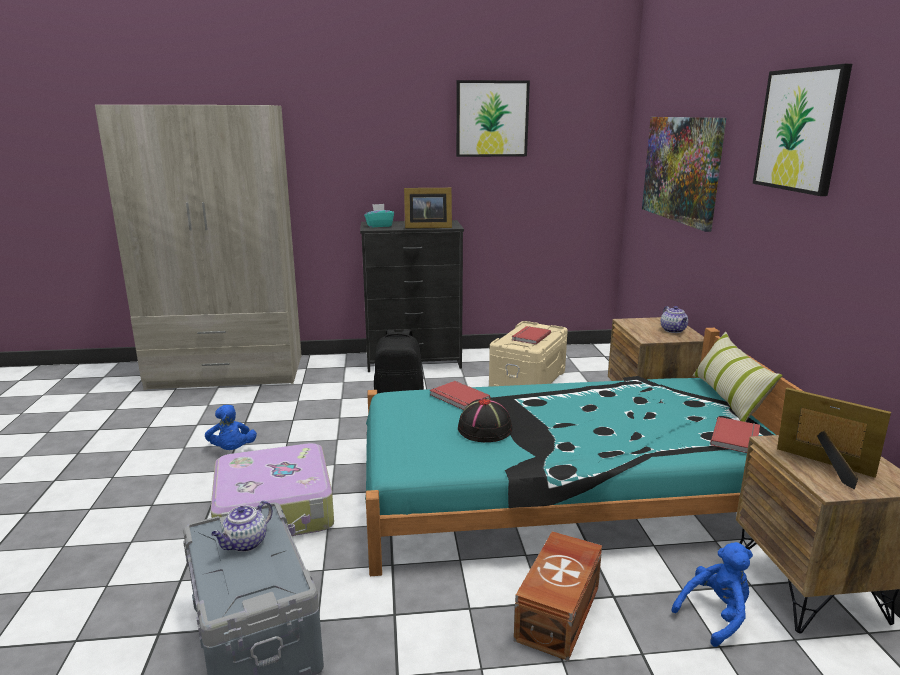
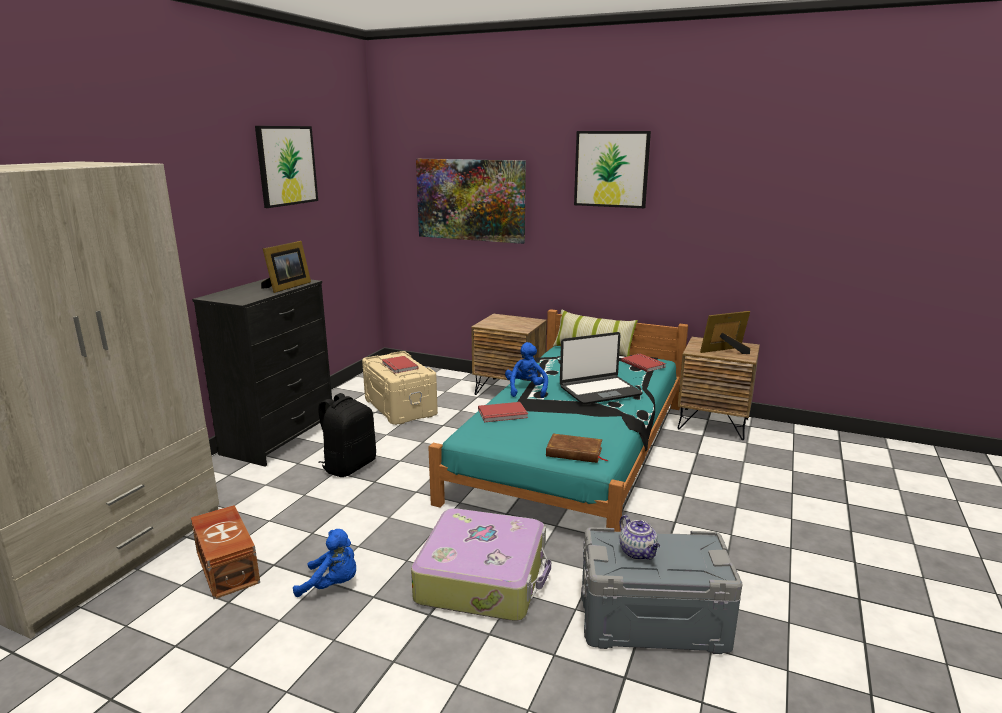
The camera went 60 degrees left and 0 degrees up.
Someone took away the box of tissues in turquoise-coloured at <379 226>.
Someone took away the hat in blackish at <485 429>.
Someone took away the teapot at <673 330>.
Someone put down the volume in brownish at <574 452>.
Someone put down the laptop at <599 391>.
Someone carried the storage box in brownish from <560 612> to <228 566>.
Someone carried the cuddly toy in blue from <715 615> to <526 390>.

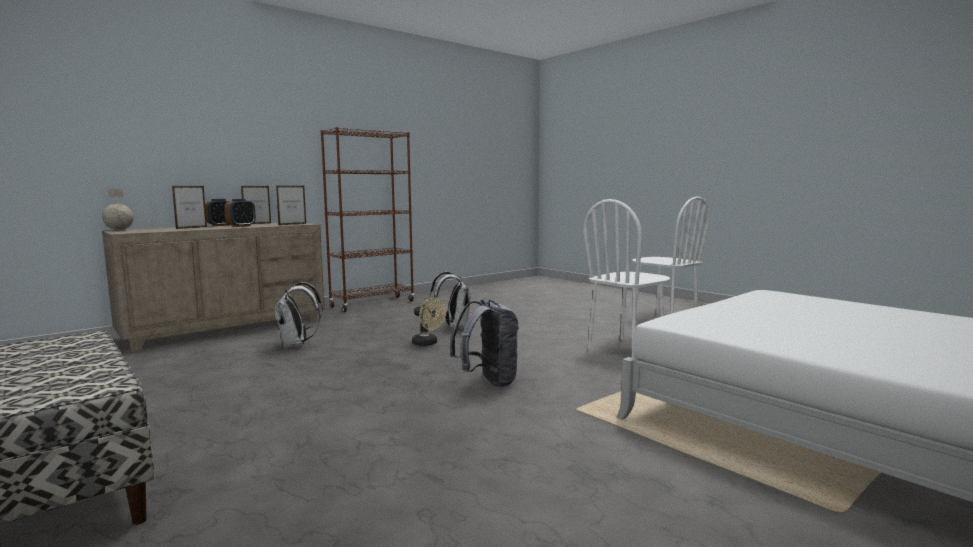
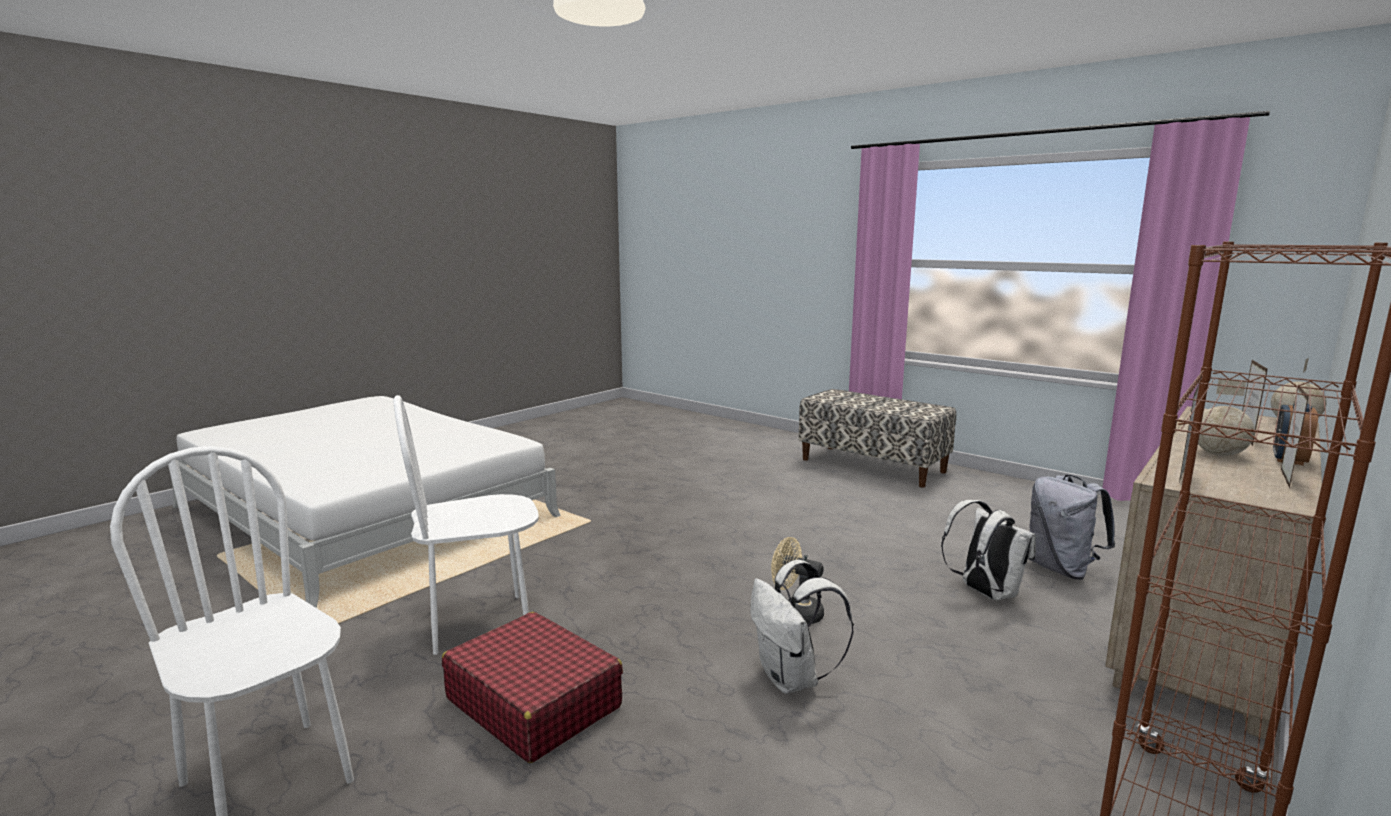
The camera went 170 degrees right and 5 degrees up.
Someone put down the piece of luggage in red at <533 702>.
Someone carried the knapsack in grey from <488 382> to <1061 569>.
Someone swapped the alarm clock at <241 226> for the world globe at <1219 454>.
Someone rotated the plain chair in white at <626 349> by 150 degrees counterclockwise.

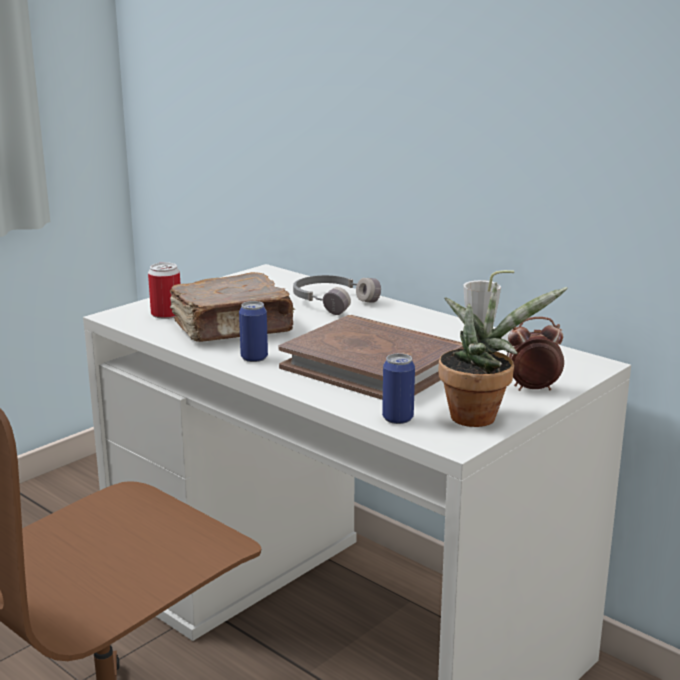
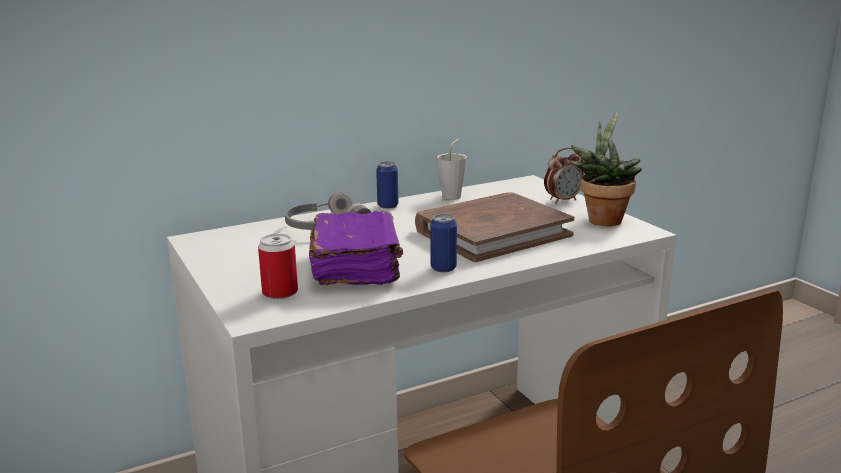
The camera went 70 degrees left and 0 degrees up.
Someone carried the metal can from <397 418> to <387 206>.
Someone repainted the volume in brownish at <234 328>, which became the volume in purple-coloured at <357 268>.
Someone rotated the alarm clock at <532 389> by 135 degrees counterclockwise.

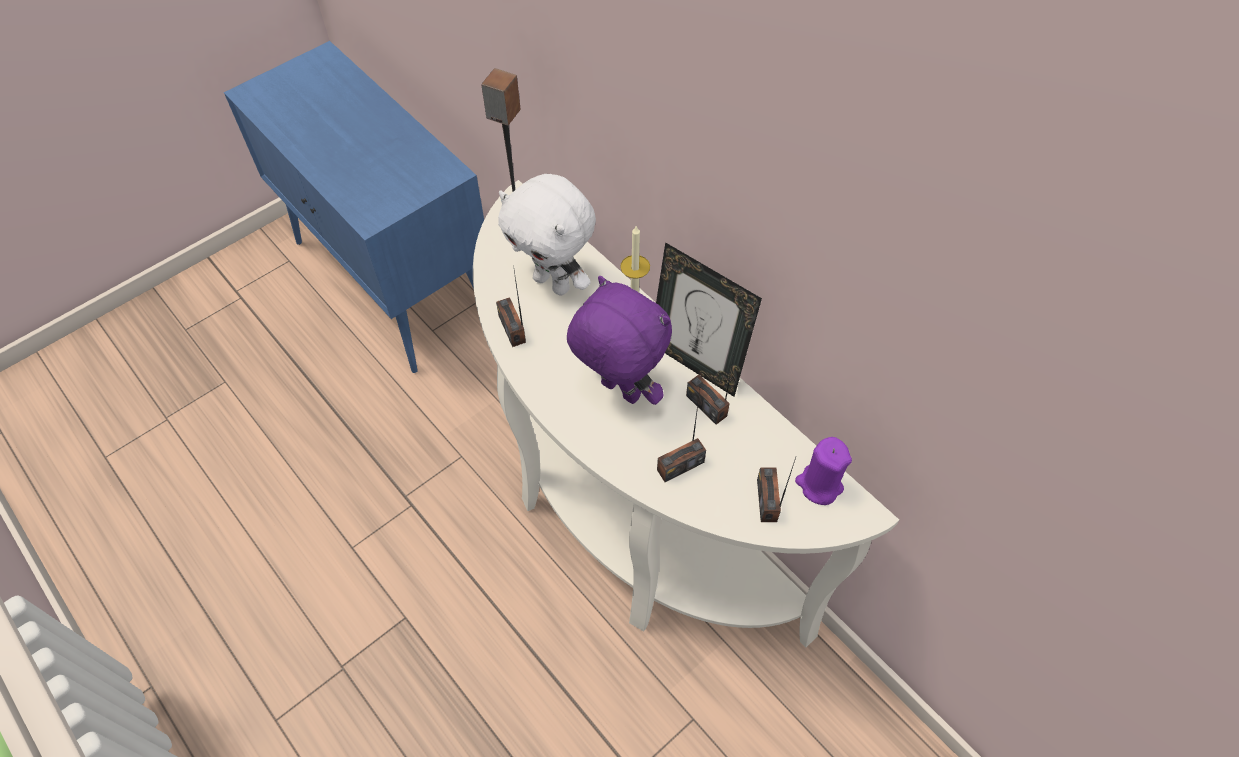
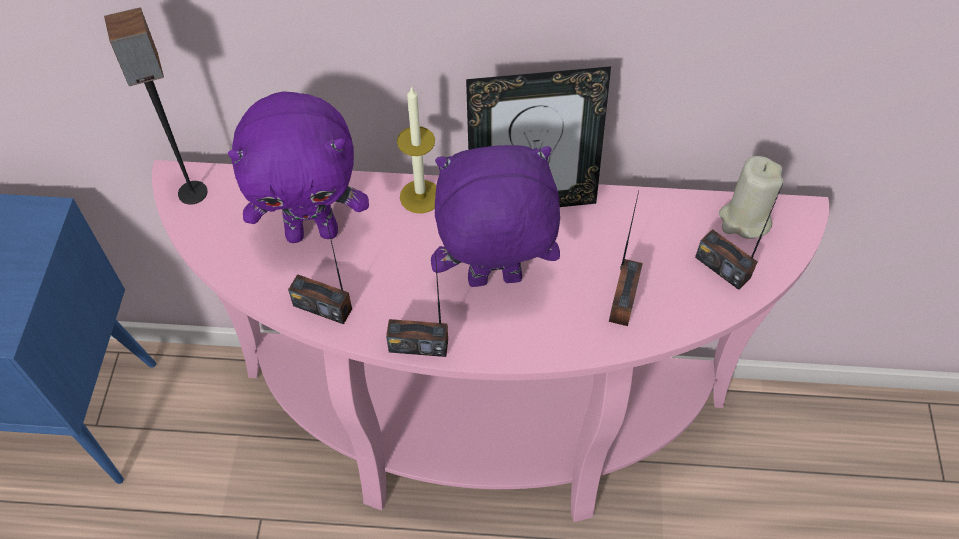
The camera went 45 degrees left and 0 degrees up.
Someone carried the radio from <706 405> to <418 345>.
Someone repainted the hall table in white at <627 522>, which became the hall table in pinkish at <480 437>.
Someone repainted the cuddly toy in white at <553 283>, which became the cuddly toy in purple-coloured at <313 231>.
Someone repainted the candle in purple-coloured at <819 485>, which became the candle in beige-coloured at <744 220>.

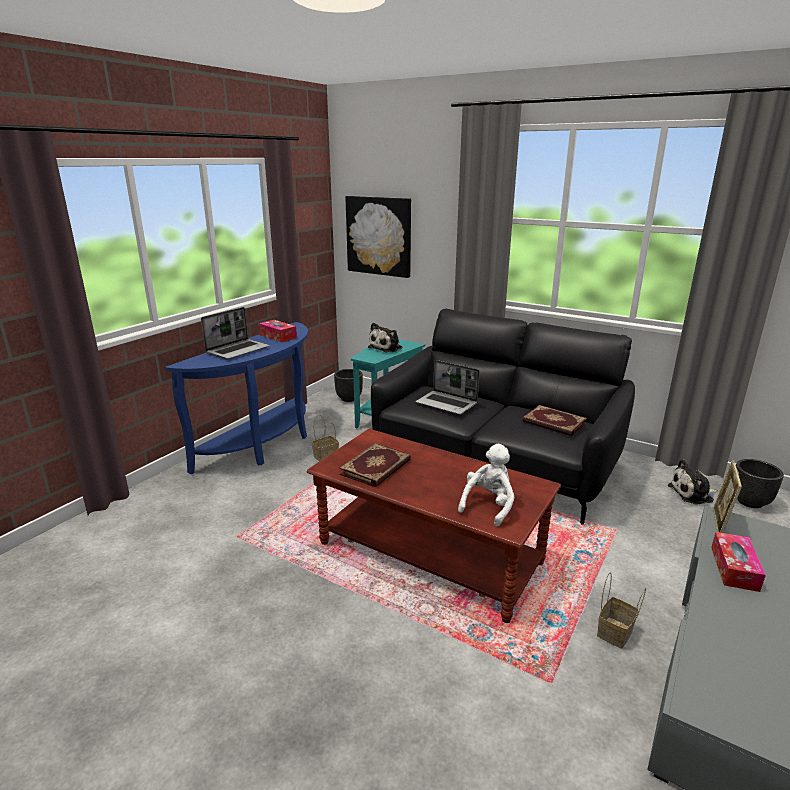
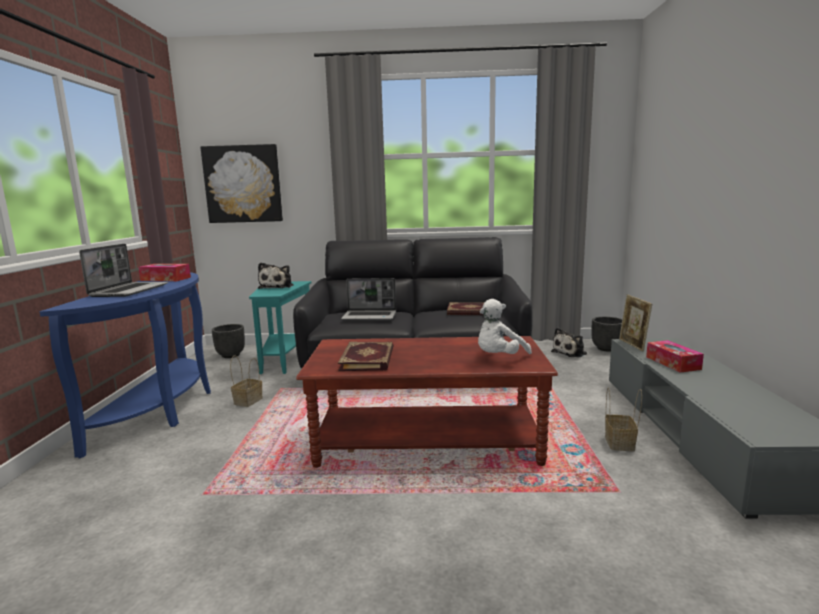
The camera went 30 degrees left and 10 degrees down.
Someone rotated the cuddly toy in white at <488 505> by 135 degrees counterclockwise.

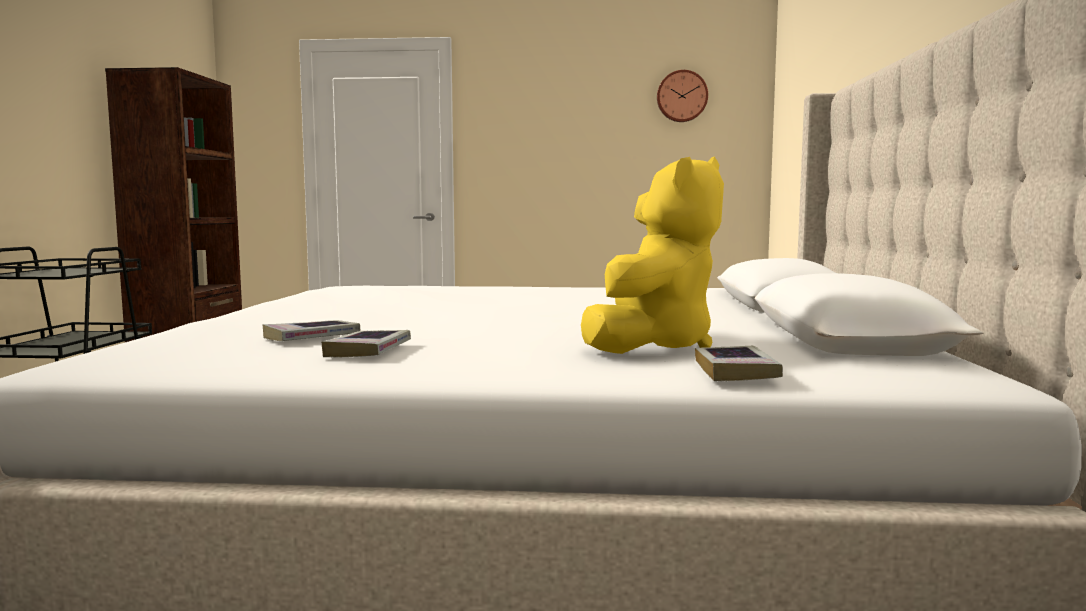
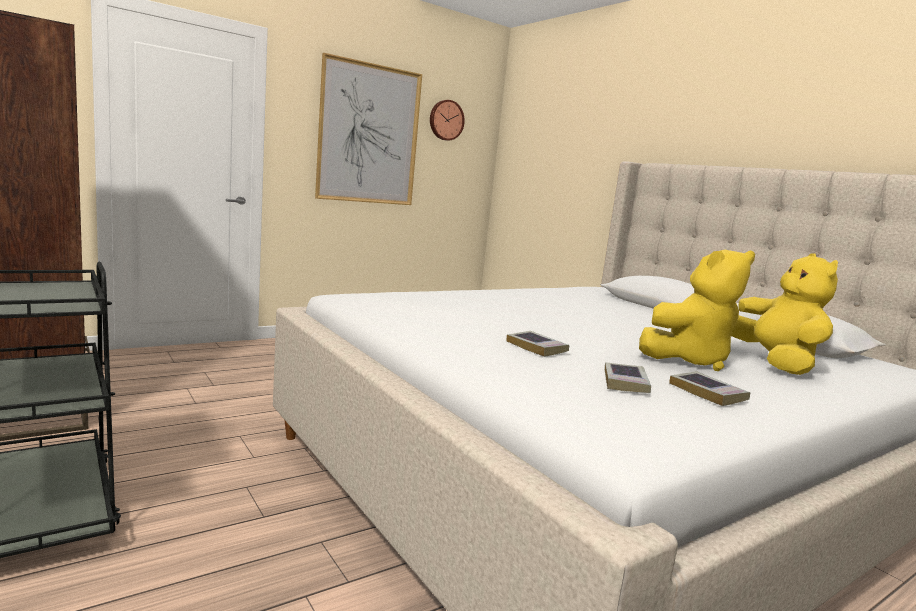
The camera went 40 degrees left and 5 degrees up.
Someone put up the wall art at <369 134>.
Someone put down the cuddly toy in yellow-coloured at <689 360>.
Someone carried the volume from <735 371> to <536 348>.

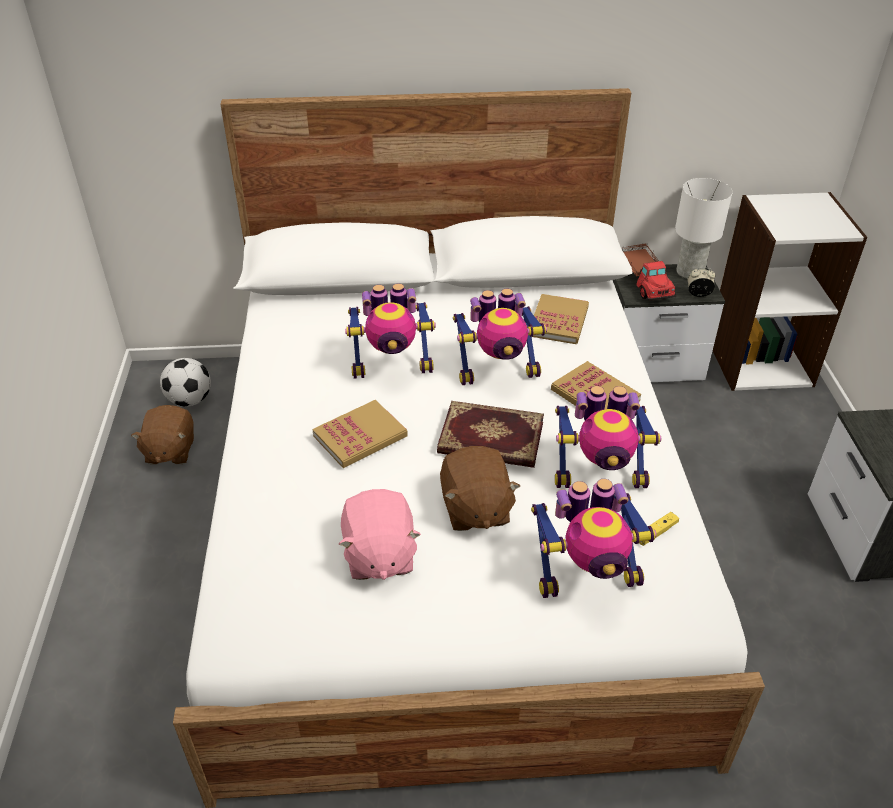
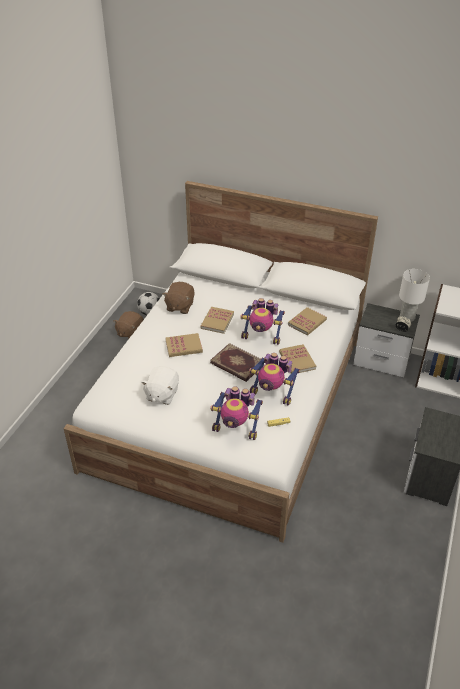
The camera went 25 degrees right and 0 degrees up.
Someone took away the model truck at <645 282>.
Someone carried the cuddly toy in brownish from <475 509> to <179 306>.
Someone swapped the toy robot at <392 366> for the volume at <217 321>.
Someone repainted the cuddly toy in pinkish at <379 555>, which became the cuddly toy in white at <162 394>.

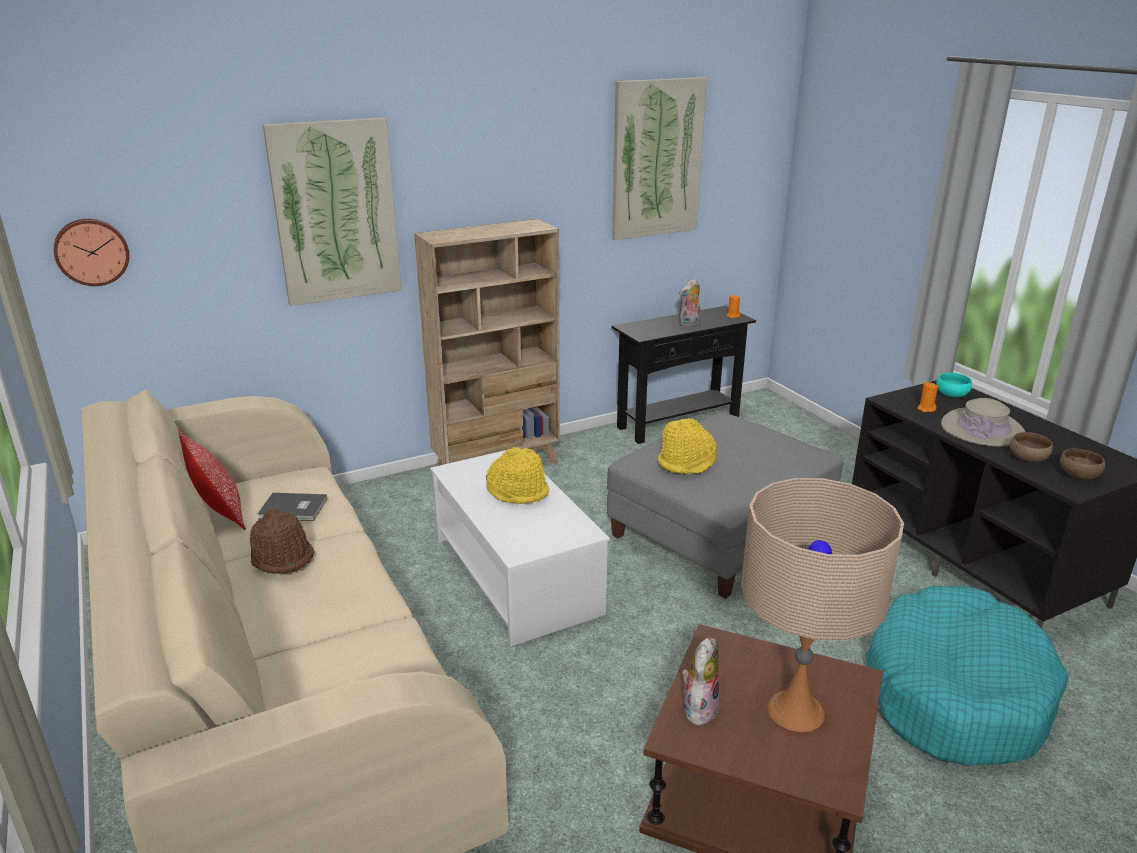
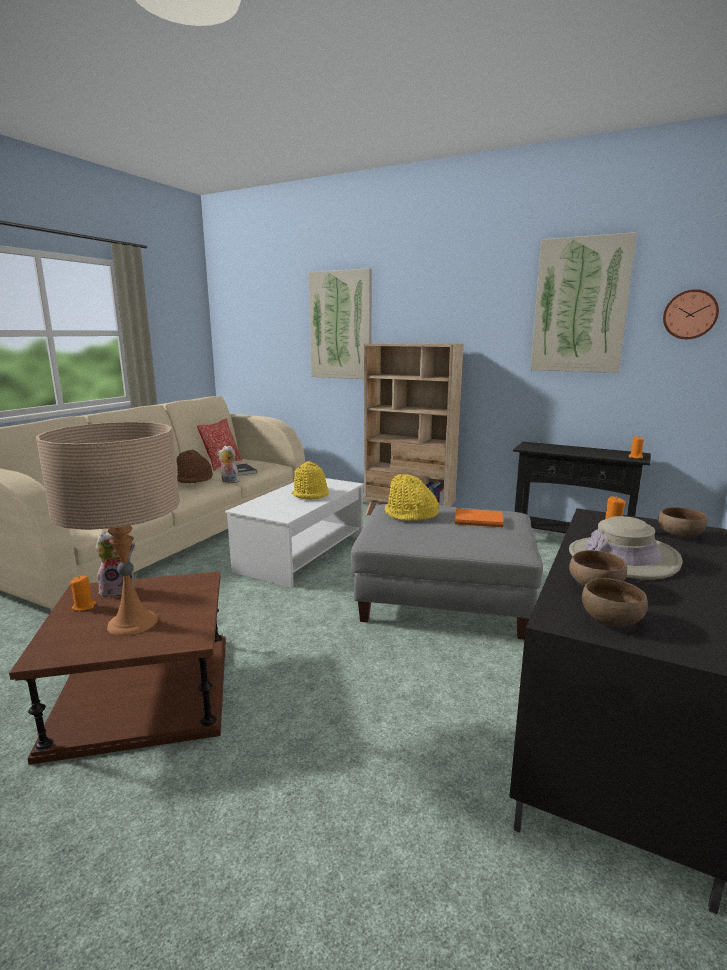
The camera went 55 degrees right and 10 degrees down.
Someone took away the pet bed in turquoise-coloured at <955 693>.
Someone put down the candle in orange-coloured at <84 606>.
Someone put down the volume in orange-coloured at <477 519>.
Someone carried the wall clock from <92 251> to <690 314>.
Someone carried the cuddly toy from <689 324> to <229 481>.
Someone repainted the deep dish in turquoise-coloured at <952 395>, which became the deep dish in brownish at <679 535>.

